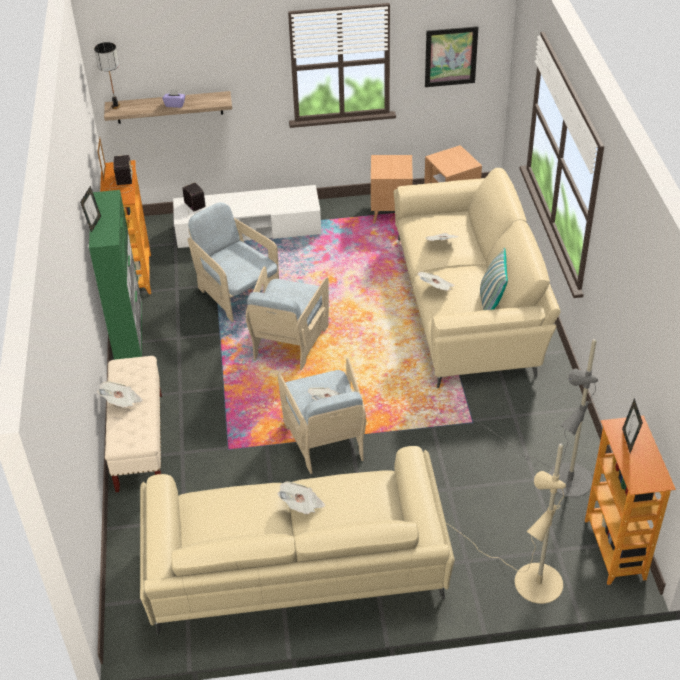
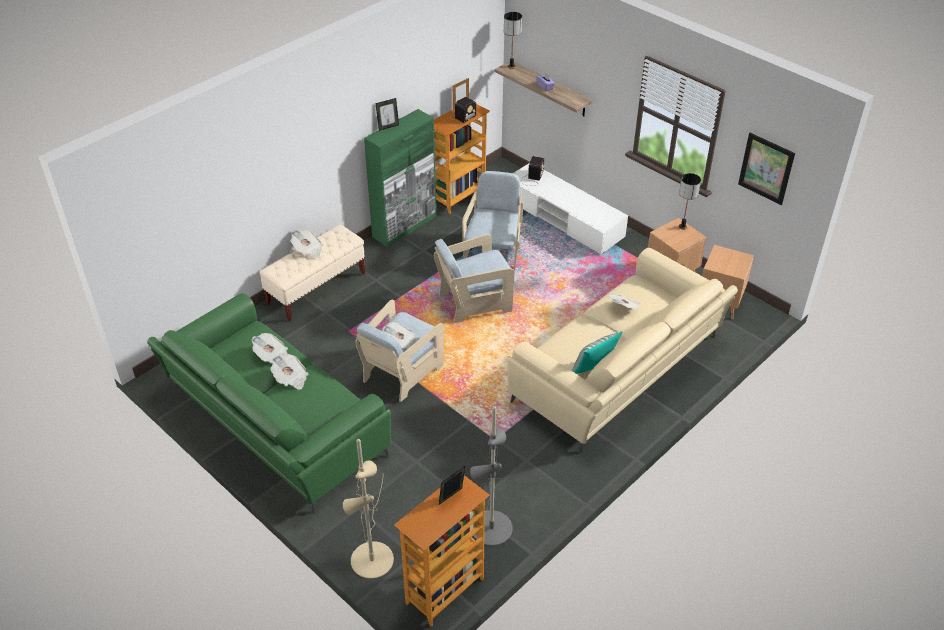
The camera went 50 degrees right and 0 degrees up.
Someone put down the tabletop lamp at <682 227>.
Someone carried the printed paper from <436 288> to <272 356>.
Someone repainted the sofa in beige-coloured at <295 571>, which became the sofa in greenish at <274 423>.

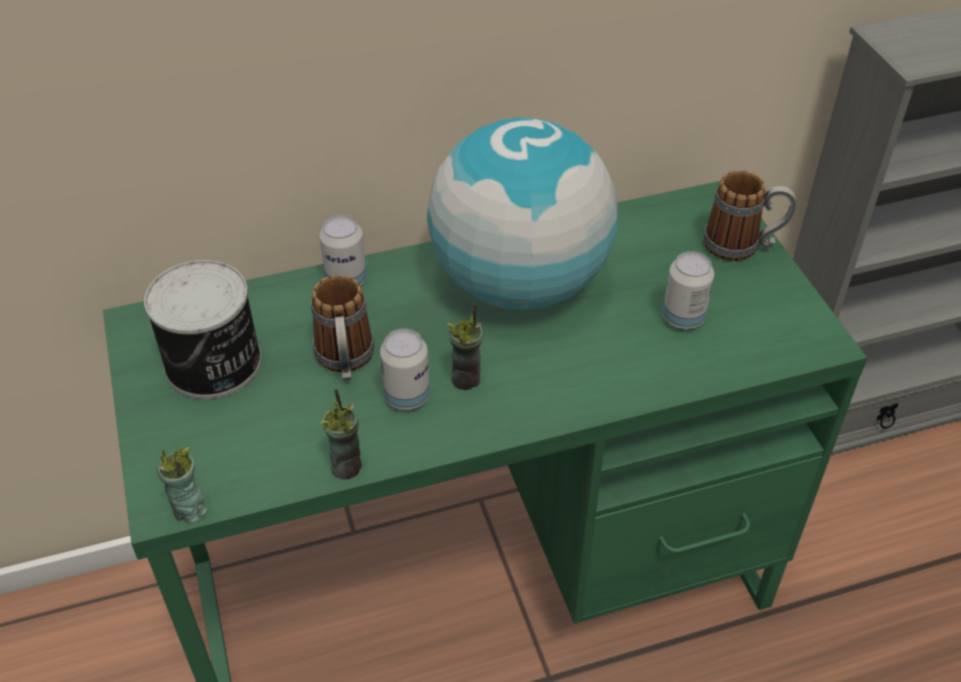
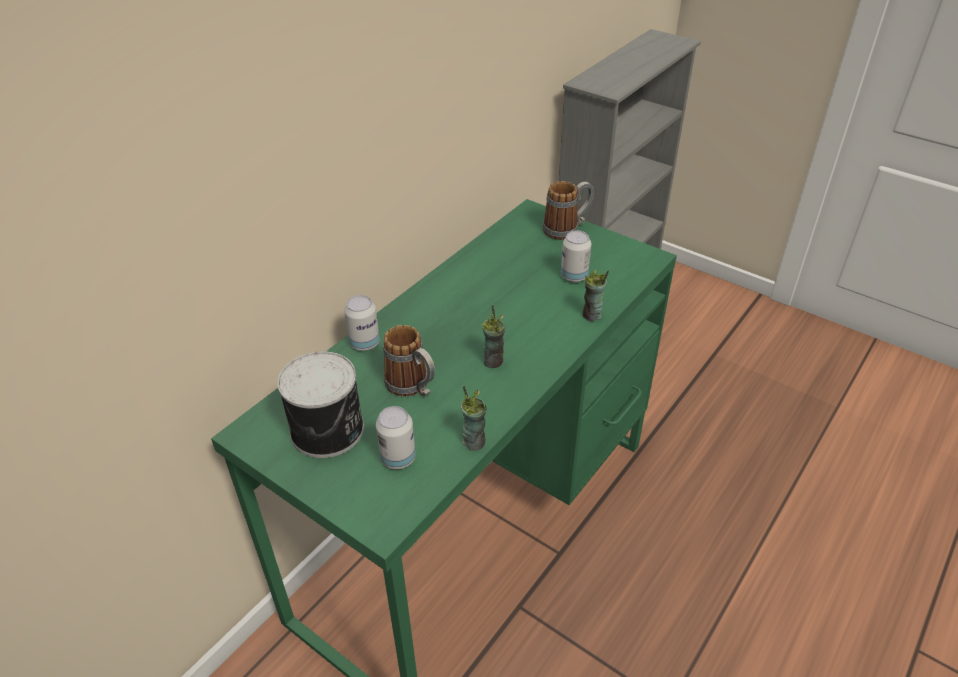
The camera went 35 degrees left and 5 degrees down.
Someone took away the world globe at <519 284>.
Someone carried the small cup from <189 511> to <592 315>.
Someone carried the metal can from <407 396> to <398 458>.

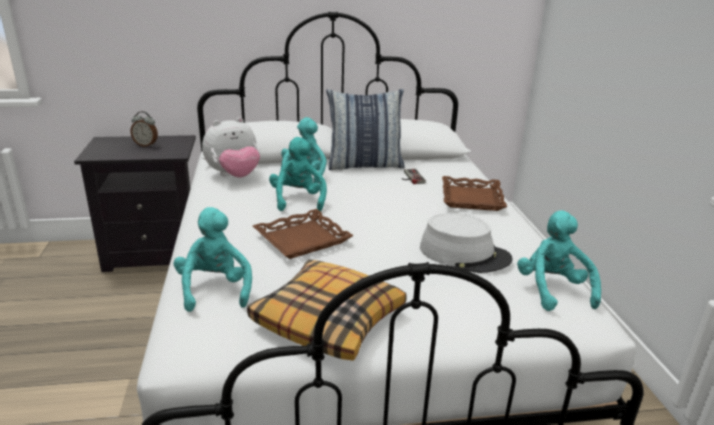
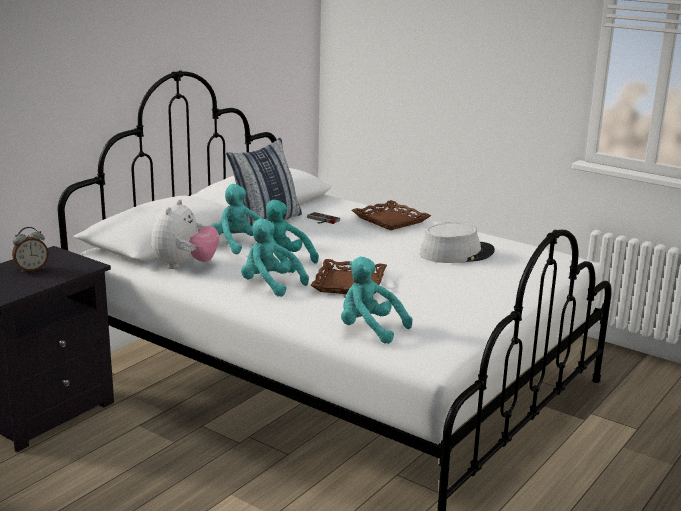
The camera went 45 degrees left and 5 degrees down.
Someone took away the pillow at <329 320>.
Someone carried the cuddly toy in turquoise-coloured from <552 290> to <270 285>.

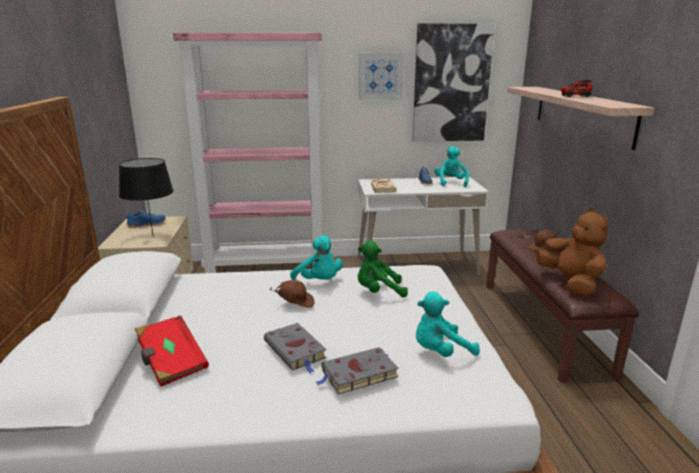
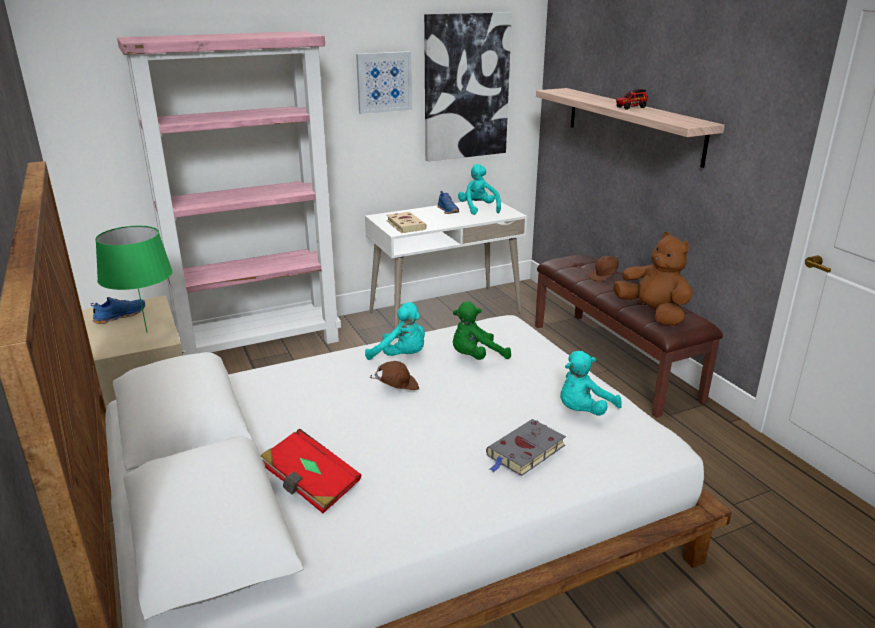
The camera went 20 degrees left and 5 degrees up.
Someone took away the volume in grey at <296 351>.
Someone repainted the tabletop lamp in blackish at <153 236>, which became the tabletop lamp in greenish at <147 332>.

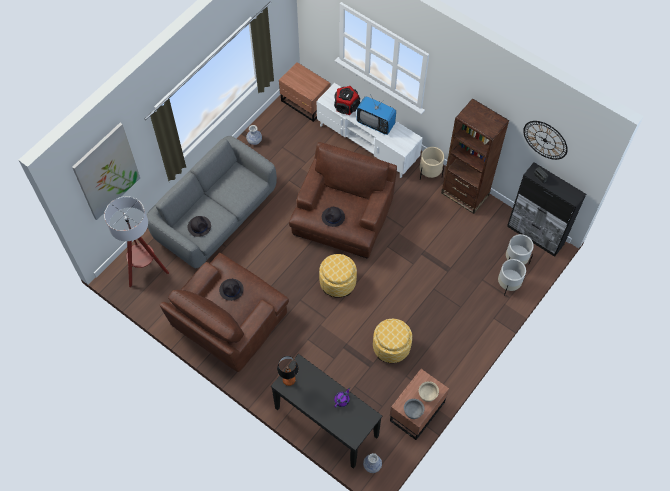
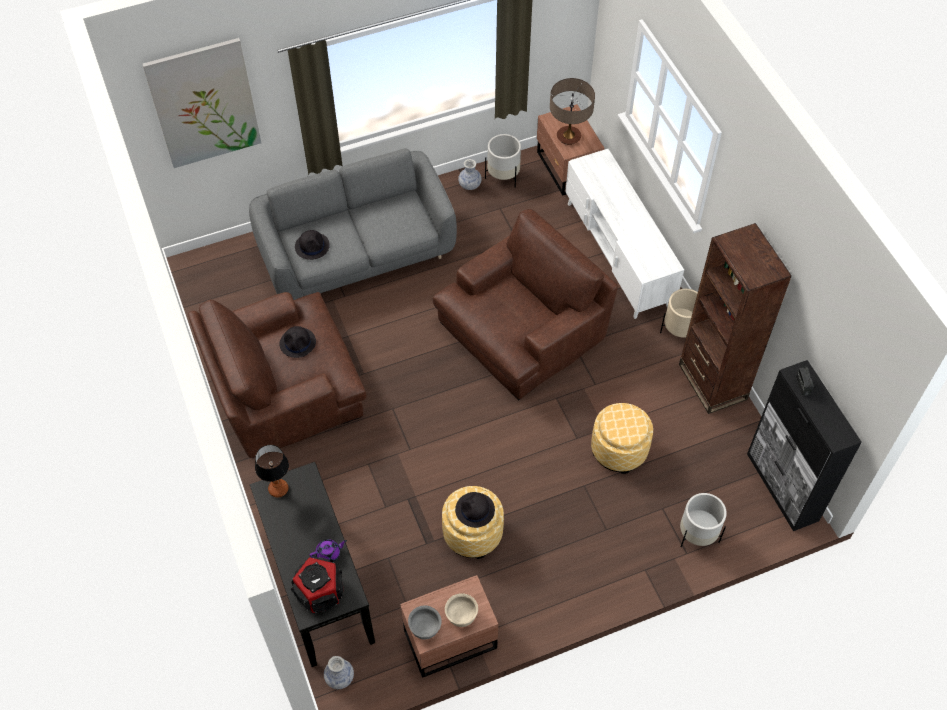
The camera went 30 degrees right and 5 degrees down.
Someone took away the standing lamp at <146 270>.
Someone took away the TV set at <375 123>.
Someone took away the wall clock at <545 140>.
Someone put down the tabletop lamp at <568 137>.
Someone carried the ottoman from <337 282> to <619 449>.
Someone carried the hat in blackish from <333 217> to <475 510>.
Someone carried the loudspeaker from <346 106> to <320 592>.
Someone carried the planter in white from <516 260> to <503 176>.

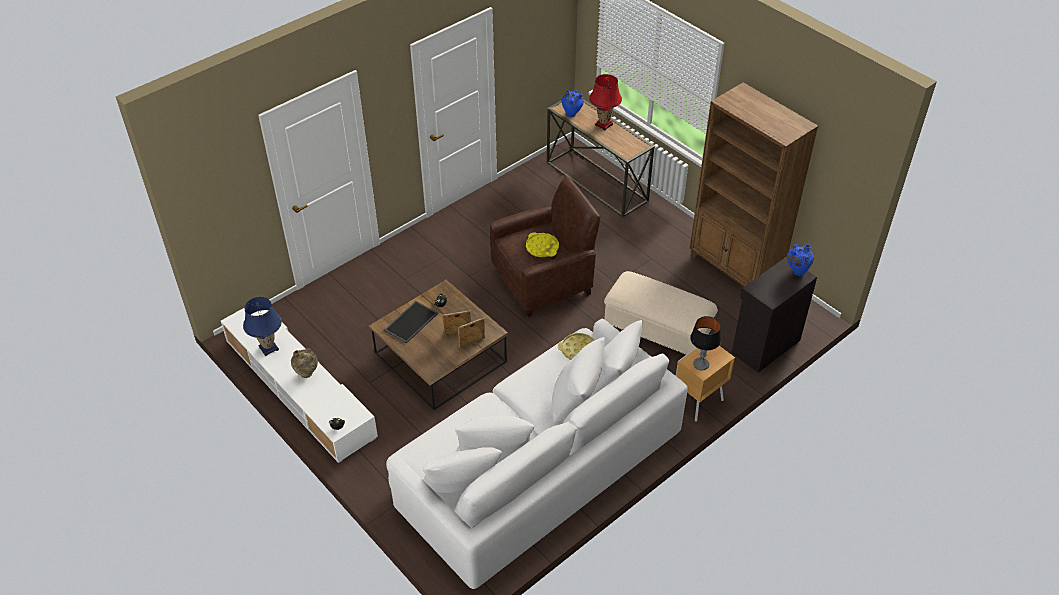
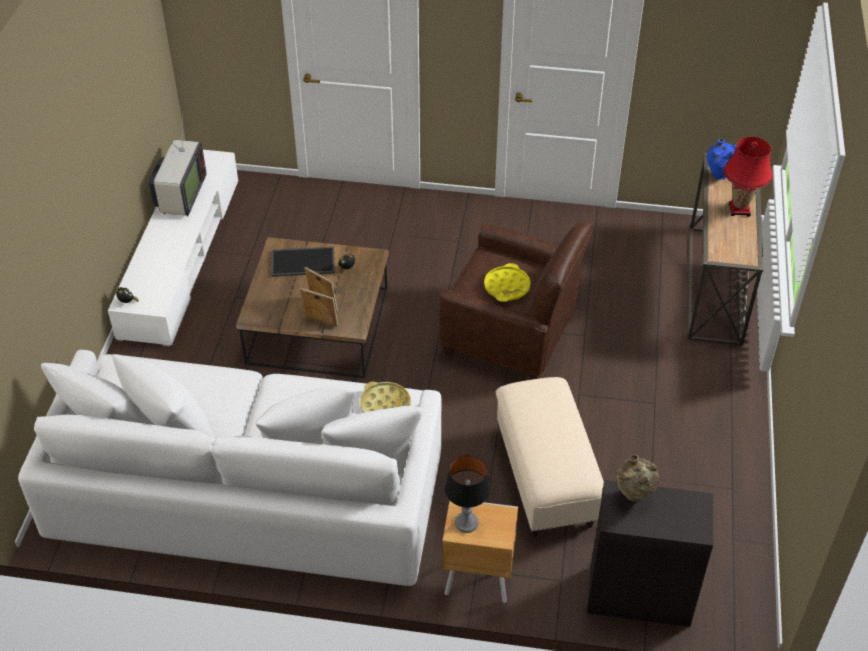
The camera went 50 degrees right and 0 degrees up.
Someone took away the bookcase in brownish at <734 269>.
Someone took away the decorative vase in blue at <796 272>.
Someone carried the decorative vase in beige-coloured from <307 375> to <633 497>.
Someone swapped the tabletop lamp in blue at <268 348> for the TV set at <180 196>.

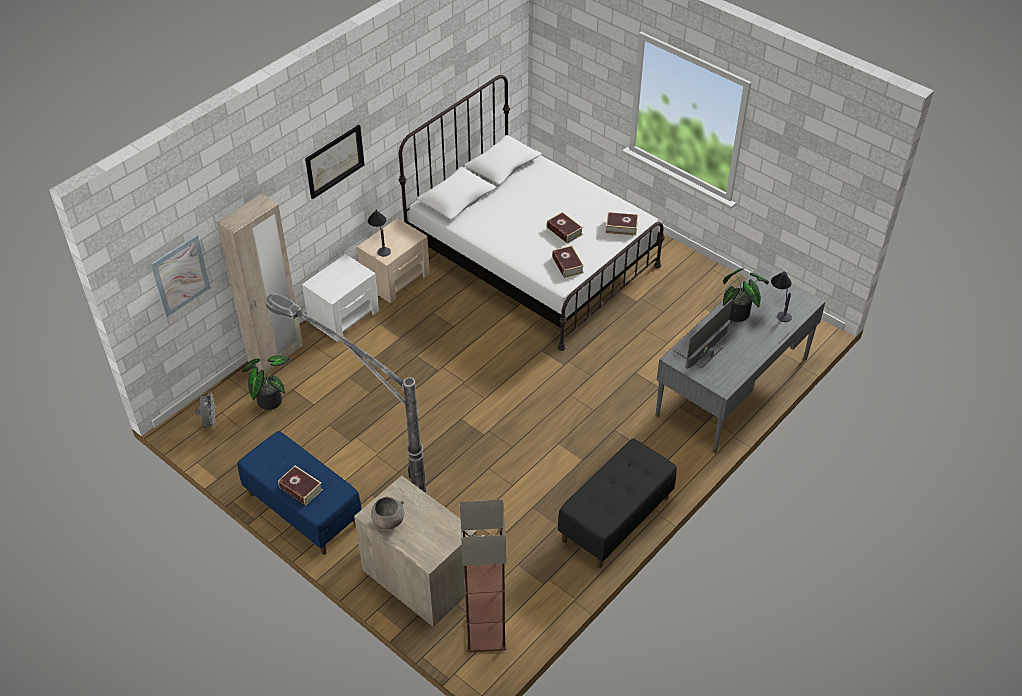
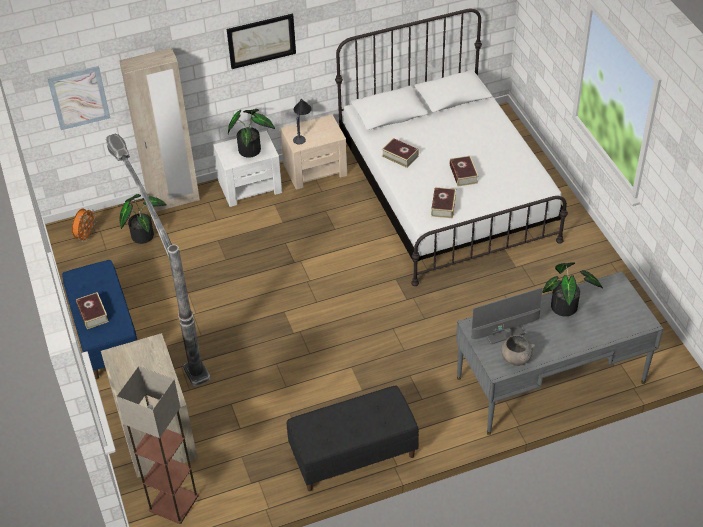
The camera went 30 degrees right and 0 degrees up.
Someone took away the tabletop lamp at <779 306>.
Someone put down the houseplant at <251 149>.
Someone carried the deep dish in grey from <388 521> to <516 359>.
Someone carried the volume from <621 227> to <400 156>.
Someone repainted the cooling fan in grey at <210 423>, which became the cooling fan in orange-coloured at <86 236>.

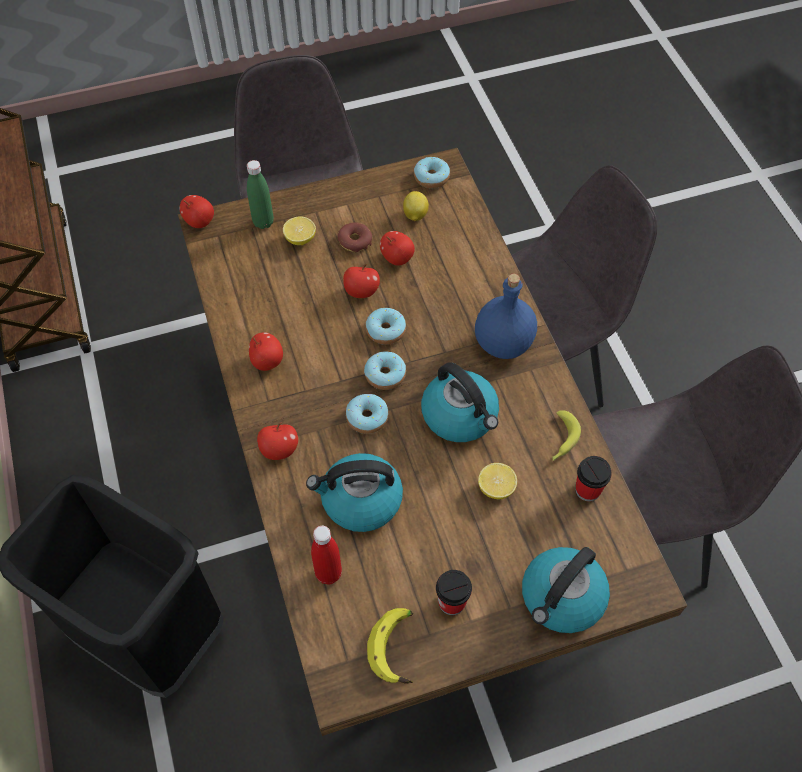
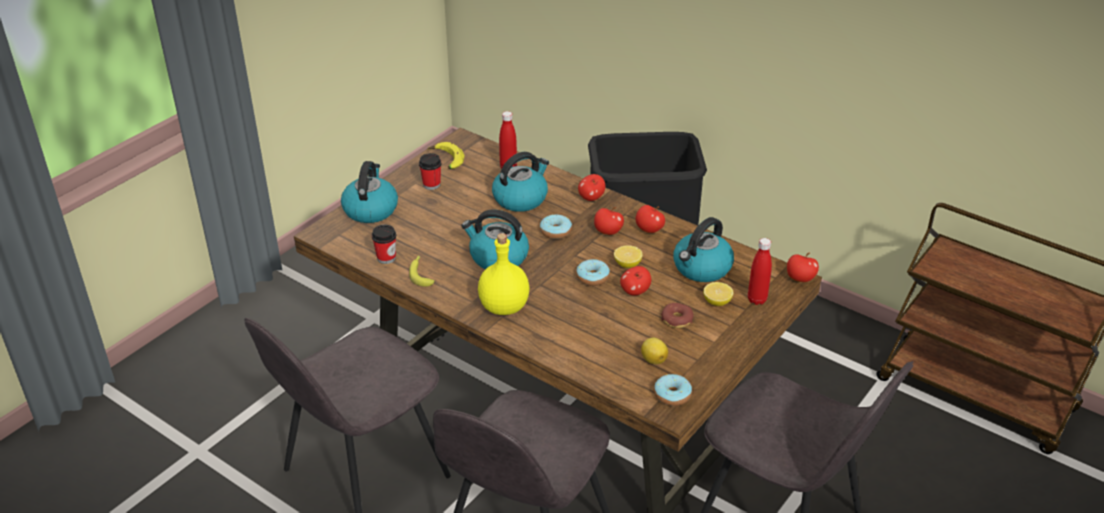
The camera went 145 degrees right and 20 degrees down.
Someone took away the donut at <385 375>.
Someone put down the water kettle at <701 268>.
Someone carried the apple from <397 258> to <608 232>.
Someone carried the citrus fruit from <496 488> to <627 264>.
Someone repainted the bottle in greenish at <263 222>, which became the bottle in red at <757 299>.
Someone repainted the bottle in blue at <504 343>, which became the bottle in yellow-coloured at <503 307>.

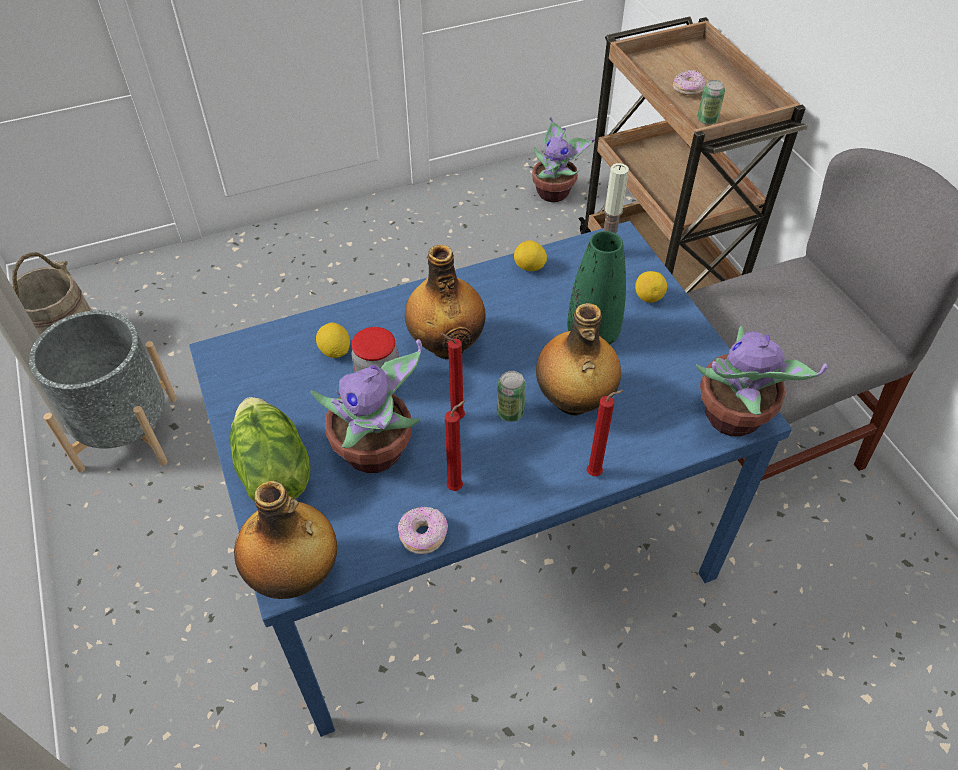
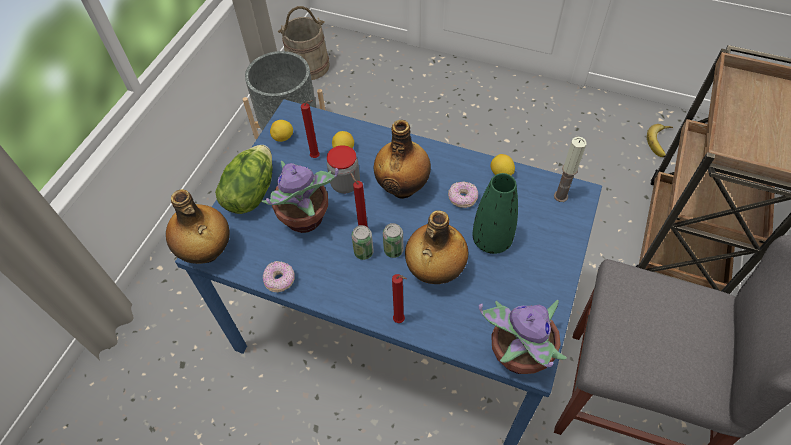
The camera went 45 degrees right and 5 degrees up.
Someone carried the candle in red from <457 486> to <316 157>.
Someone carried the citrus fruit from <648 297> to <283 138>.
Someone carried the donut from <688 90> to <462 198>.
Someone carried the metal can from <707 120> to <363 252>.
Someone swapped the houseplant at <555 192> for the banana fruit at <661 142>.

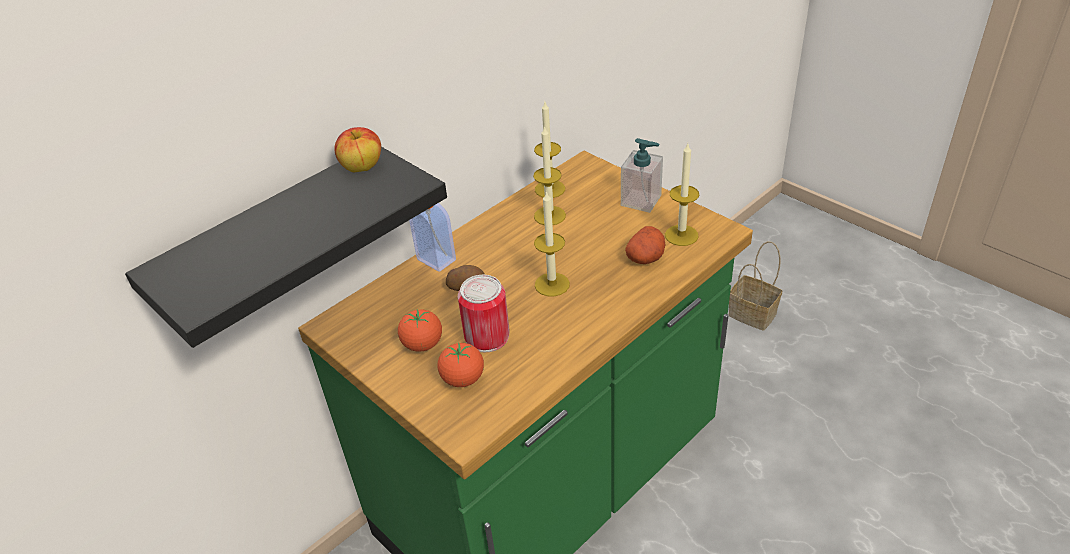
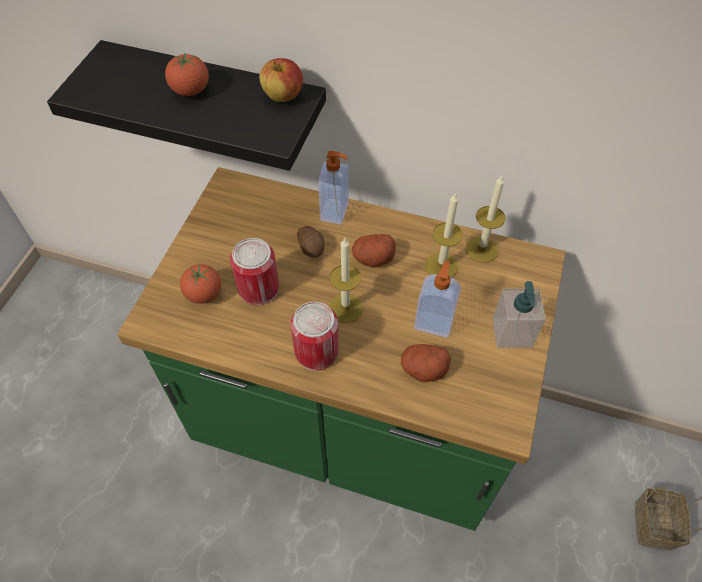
The camera went 60 degrees right and 15 degrees up.
Someone took away the candle at <681 235>.
Someone put down the metal can at <316 351>.
Someone put down the potato at <373 258>.
Someone put down the liquid soap bottle at <434 322>.
Someone carried the fresh tomato from <422 344> to <191 91>.

